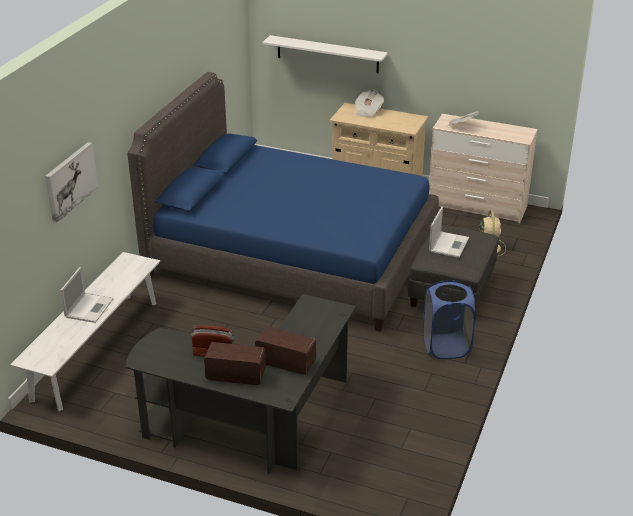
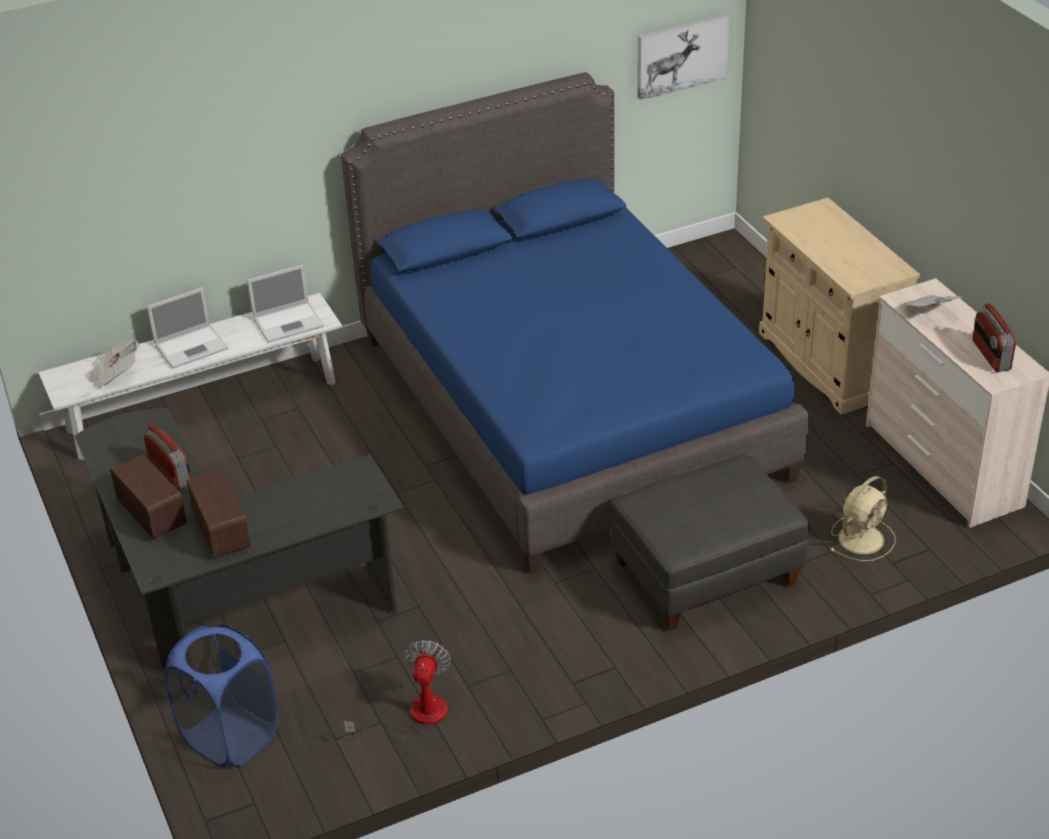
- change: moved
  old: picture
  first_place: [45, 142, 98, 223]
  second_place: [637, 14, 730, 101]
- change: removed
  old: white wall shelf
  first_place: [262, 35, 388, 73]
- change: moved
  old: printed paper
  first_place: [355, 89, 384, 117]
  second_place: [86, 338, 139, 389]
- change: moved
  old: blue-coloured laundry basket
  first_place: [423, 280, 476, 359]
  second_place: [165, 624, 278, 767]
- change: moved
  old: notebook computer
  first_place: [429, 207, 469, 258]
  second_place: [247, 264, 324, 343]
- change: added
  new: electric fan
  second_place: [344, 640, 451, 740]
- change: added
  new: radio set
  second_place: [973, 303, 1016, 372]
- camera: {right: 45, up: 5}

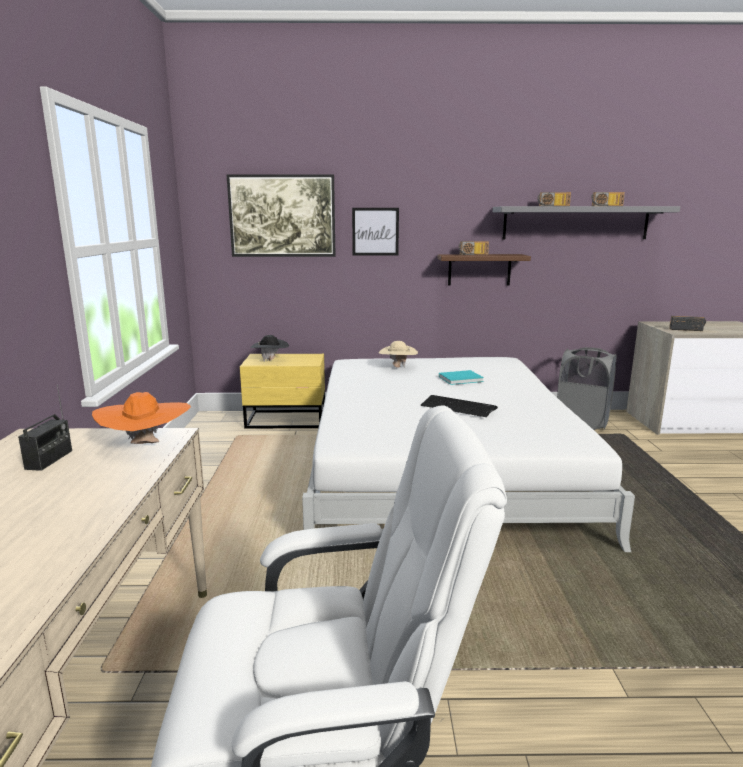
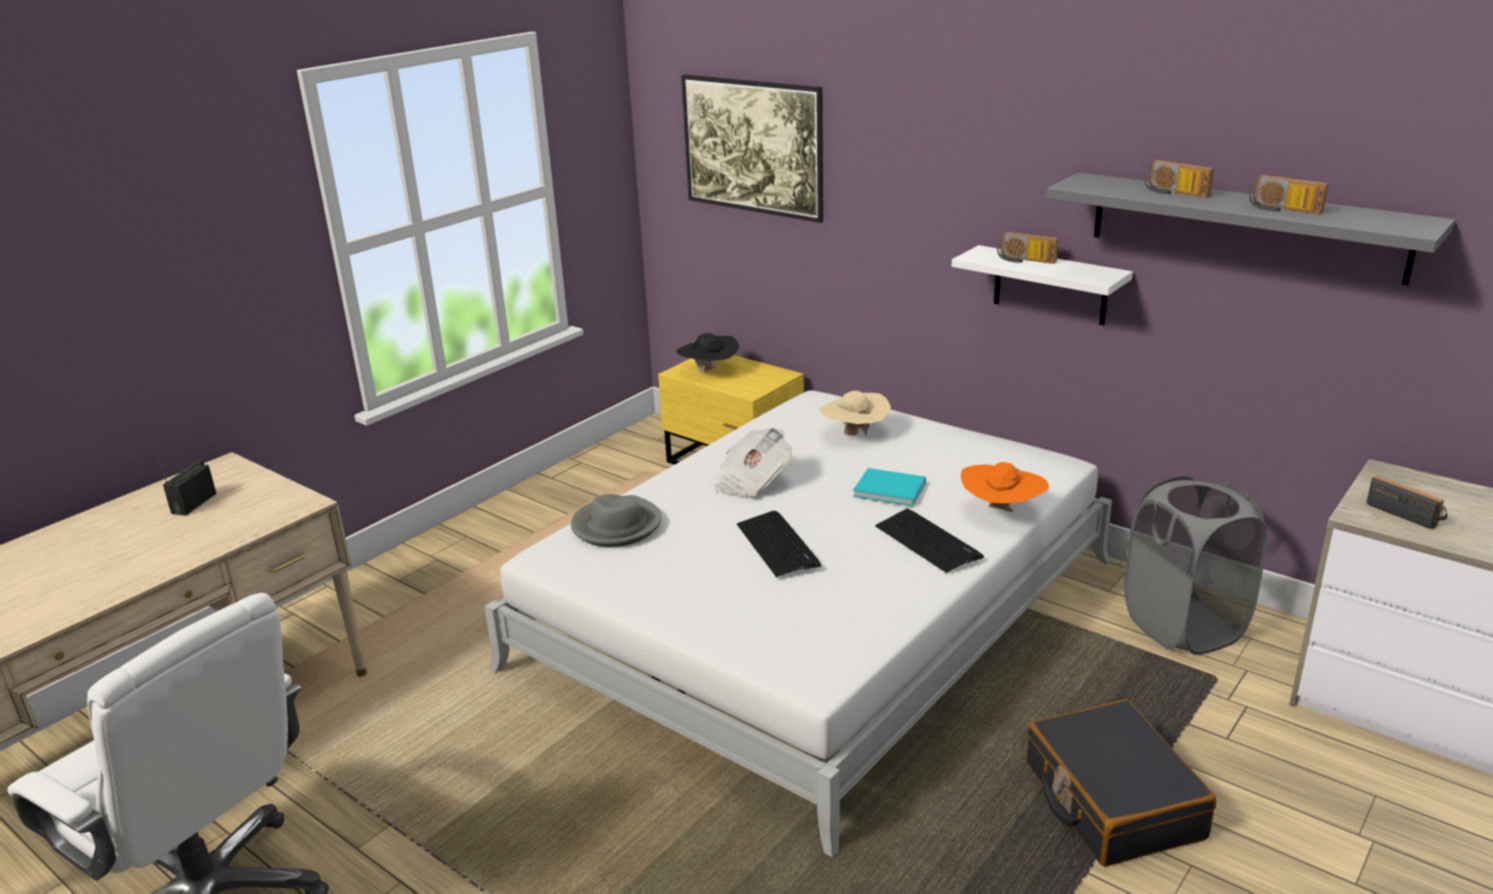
- change: turned
  old: radio set
  first_place: [18, 385, 72, 471]
  second_place: [157, 450, 216, 516]
  degrees: 150
- change: moved
  old: orangey wearable hat
  first_place: [92, 392, 191, 444]
  second_place: [961, 462, 1049, 512]
- change: removed
  old: picture
  first_place: [352, 208, 399, 256]
- change: recoloured
  old: brown wall shelf
  new: white wall shelf
  first_place: [437, 254, 531, 286]
  second_place: [952, 245, 1133, 326]
- change: added
  new: gray wearable hat
  second_place: [571, 494, 662, 547]
- change: added
  new: printed paper
  second_place: [714, 428, 792, 497]
- change: added
  new: keyboard
  second_place: [875, 509, 984, 573]
- change: added
  new: black-coloured travel case
  second_place: [1027, 700, 1216, 866]
- camera: {right: 40, up: 10}

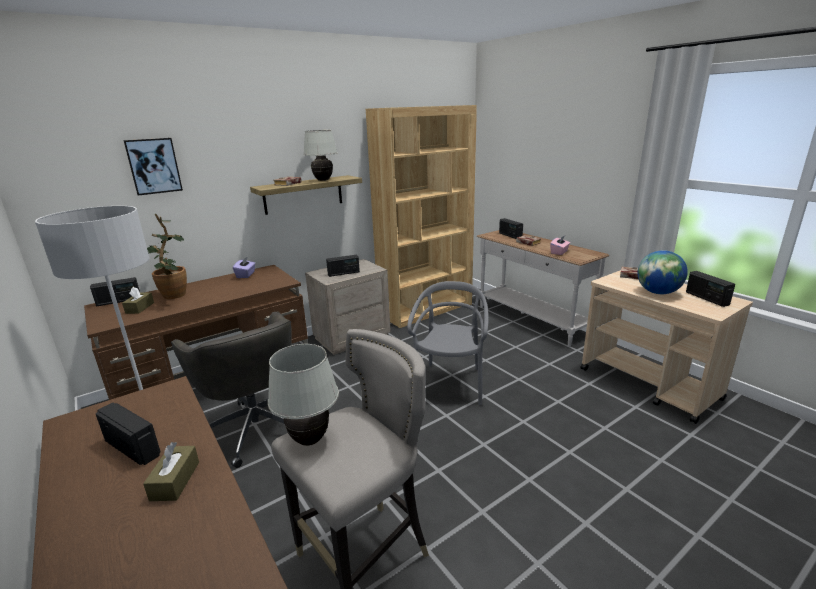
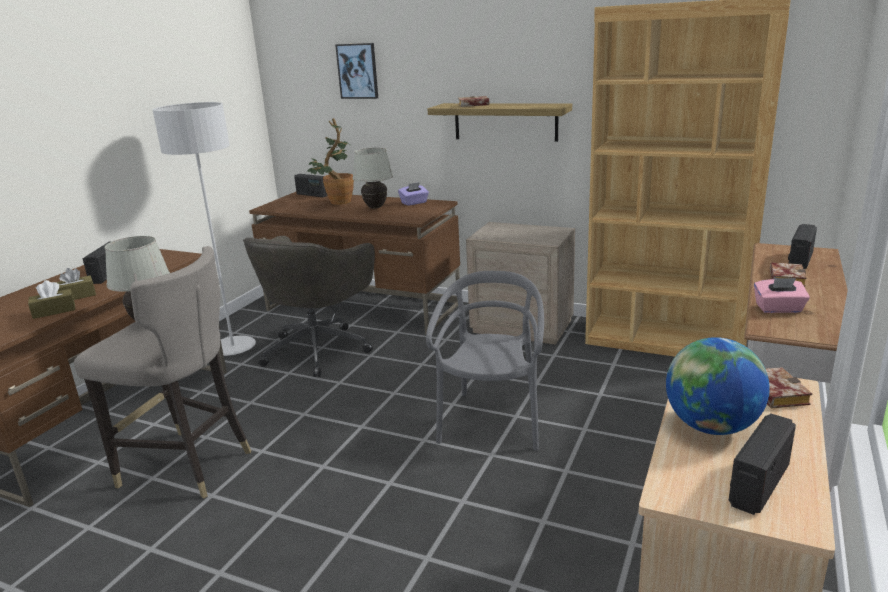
- change: moved
  old: brown tissue holder
  first_place: [122, 287, 154, 314]
  second_place: [28, 280, 75, 319]
- change: moved
  old: white lamp for a table
  first_place: [304, 130, 338, 181]
  second_place: [353, 148, 393, 208]
- change: removed
  old: radio set
  first_place: [326, 255, 360, 277]
- change: turned
  old: gray plain chair
  first_place: [407, 281, 489, 405]
  second_place: [426, 271, 544, 451]
  degrees: -60
- camera: {right: 60, up: 0}

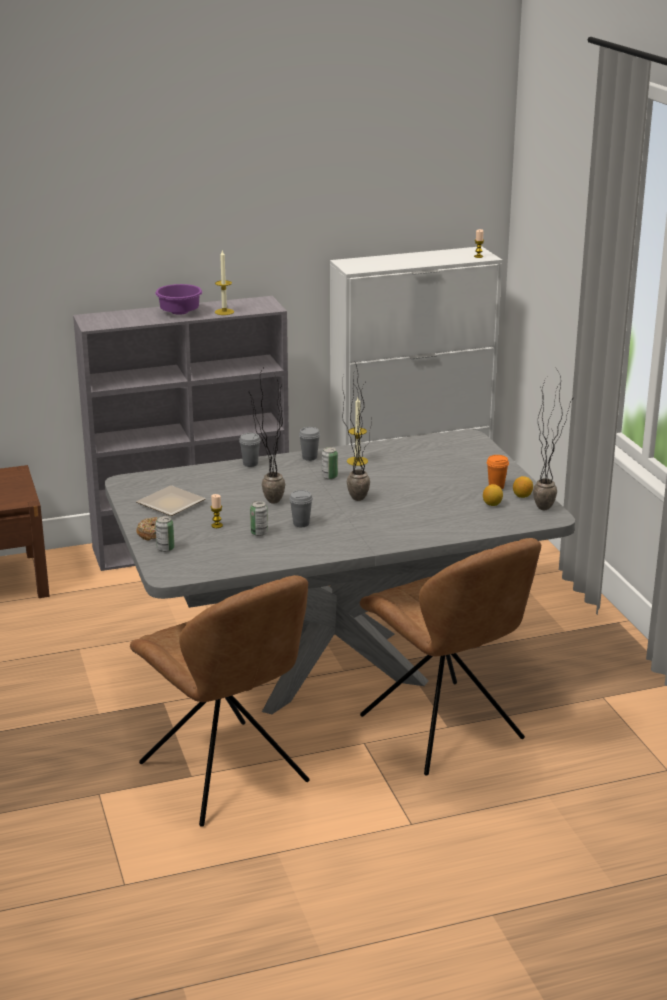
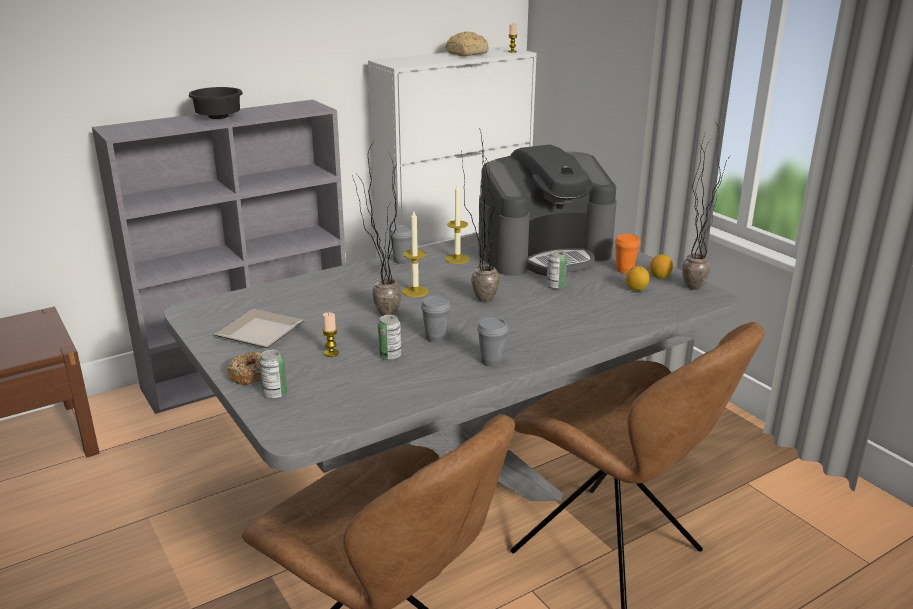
- change: recoloured
  old: purple-coloured bowl
  new: black-coloured bowl
  first_place: [155, 284, 202, 315]
  second_place: [188, 87, 243, 119]
- change: moved
  old: wax light
  first_place: [215, 251, 234, 315]
  second_place: [402, 211, 429, 297]
- change: moved
  old: gray drinking cup
  first_place: [239, 433, 261, 467]
  second_place: [477, 317, 509, 367]
- change: moved
  old: metal can
  first_place: [322, 447, 338, 480]
  second_place: [547, 250, 567, 289]
- change: added
  new: baked bread
  second_place: [445, 31, 489, 56]
- change: added
  new: coffee maker
  second_place: [478, 144, 617, 276]
- camera: {right: -15, up: 0}

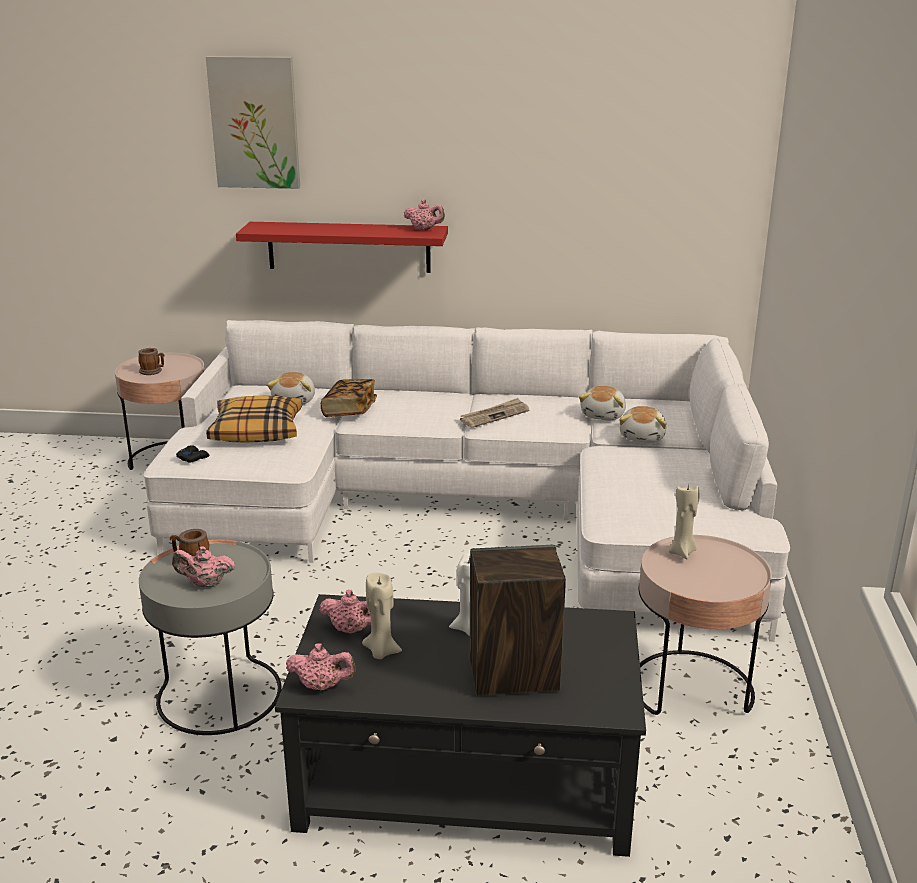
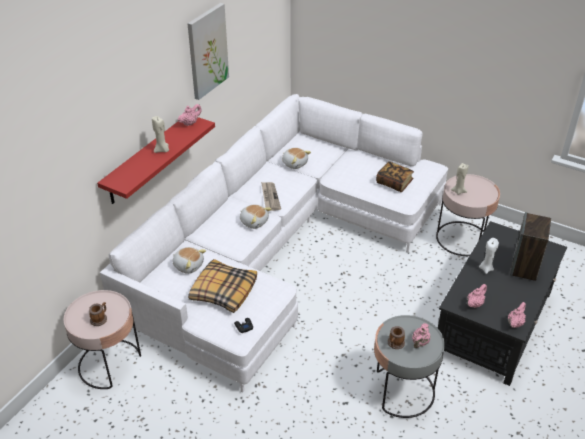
- change: moved
  old: picture
  first_place: [206, 56, 300, 189]
  second_place: [187, 3, 229, 100]
- change: moved
  old: volume
  first_place: [321, 379, 377, 417]
  second_place: [376, 161, 414, 192]
- change: moved
  old: sand-coloured wax light
  first_place: [362, 573, 402, 659]
  second_place: [152, 116, 169, 153]
- change: moved
  old: cuddly toy
  first_place: [619, 406, 666, 442]
  second_place: [240, 204, 272, 229]
- camera: {right: -65, up: 15}

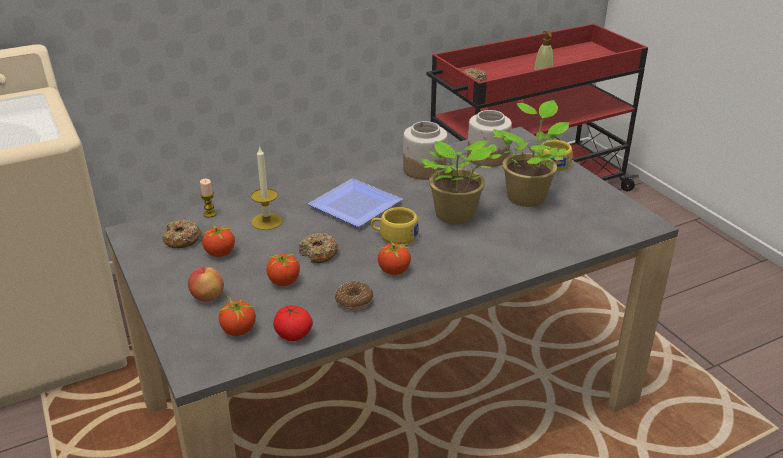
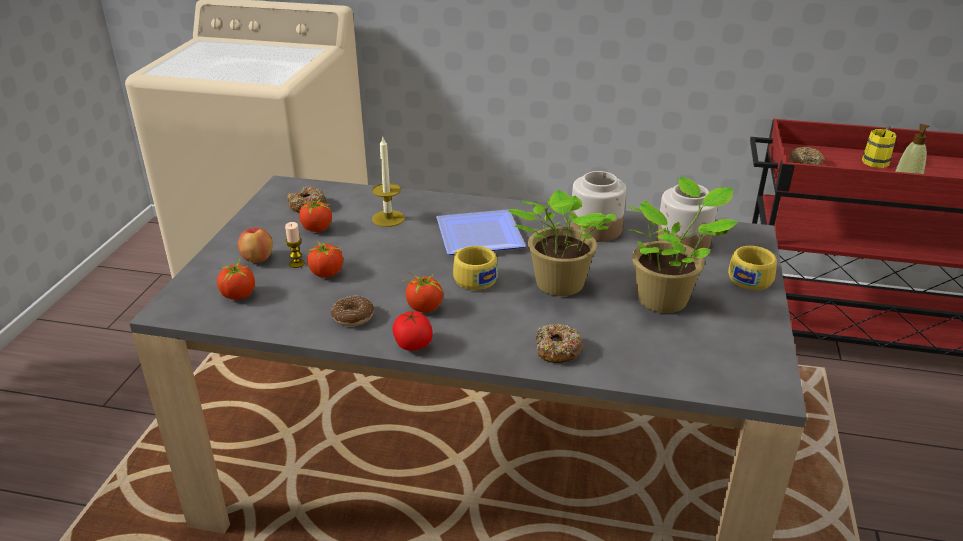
- change: moved
  old: wax light
  first_place: [200, 179, 216, 218]
  second_place: [285, 222, 304, 268]
- change: moved
  old: whole tomato
  first_place: [273, 305, 313, 341]
  second_place: [393, 310, 433, 351]
- change: moved
  old: ring doughnut
  first_place: [299, 233, 338, 263]
  second_place: [536, 324, 583, 363]
- change: added
  new: yellowish mug
  second_place: [862, 126, 896, 168]
- camera: {right: 40, up: 0}

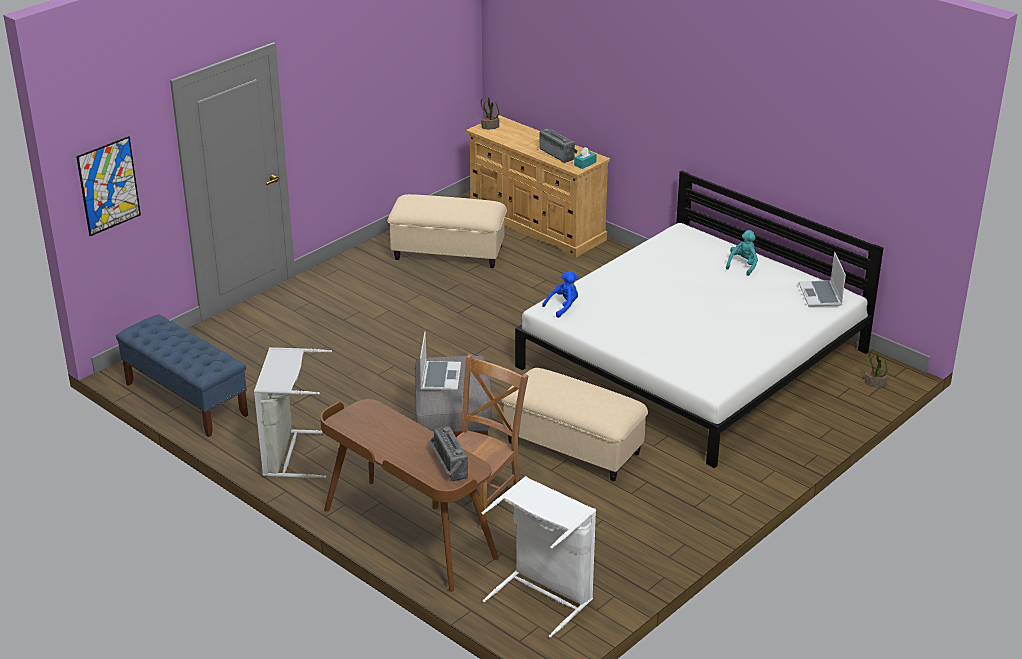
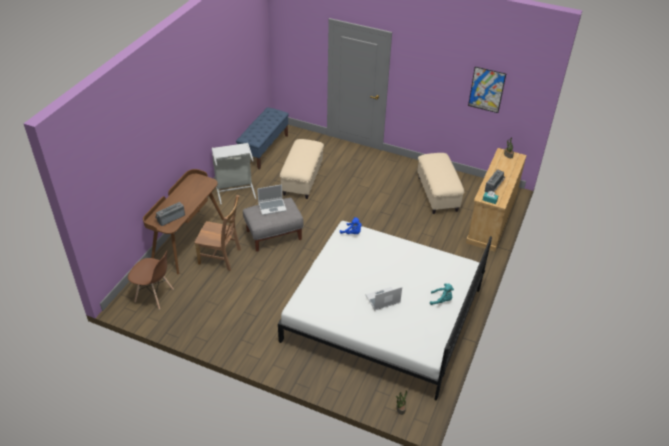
- change: moved
  old: picture
  first_place: [76, 136, 141, 236]
  second_place: [468, 67, 506, 113]
- change: replaced
  old: white laundry basket
  new: brown plain chair
  first_place: [482, 476, 596, 638]
  second_place: [128, 250, 174, 310]
- change: moved
  old: sand-coloured pouffe
  first_place: [502, 368, 648, 481]
  second_place: [280, 139, 324, 199]
- change: moved
  old: notebook computer
  first_place: [799, 252, 846, 307]
  second_place: [366, 287, 402, 310]
- camera: {right: 70, up: 10}

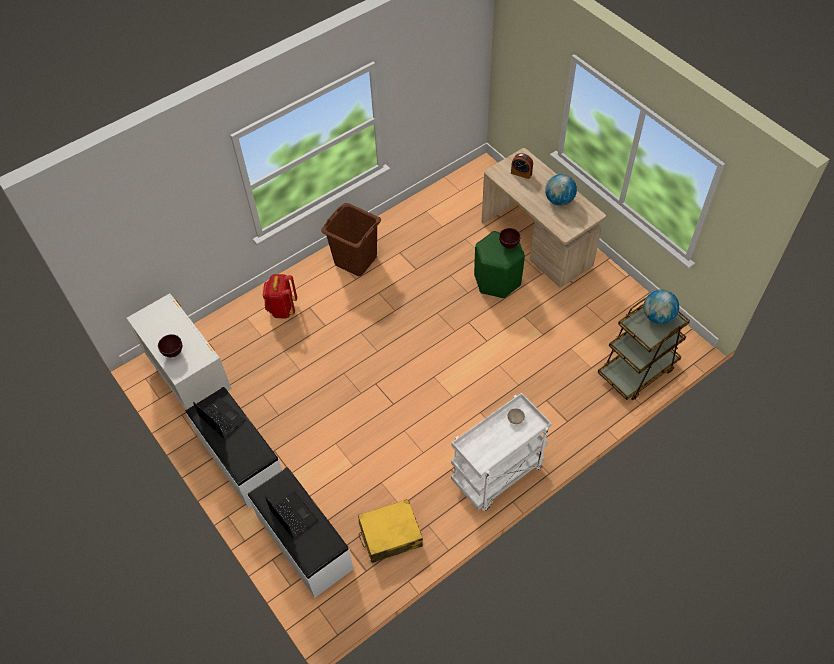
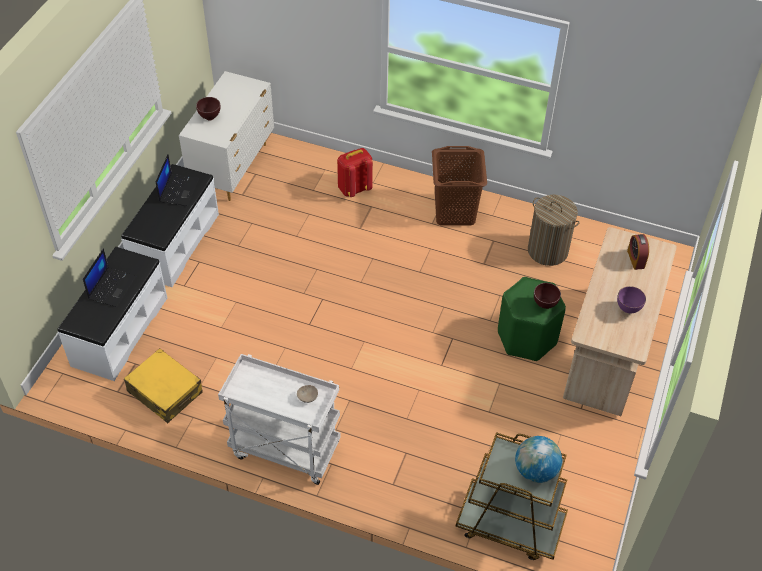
- change: replaced
  old: desk globe
  new: purple-coloured bowl
  first_place: [545, 174, 577, 206]
  second_place: [617, 286, 646, 313]
- change: added
  new: laundry basket
  second_place: [528, 194, 580, 266]
- camera: {right: 55, up: -5}

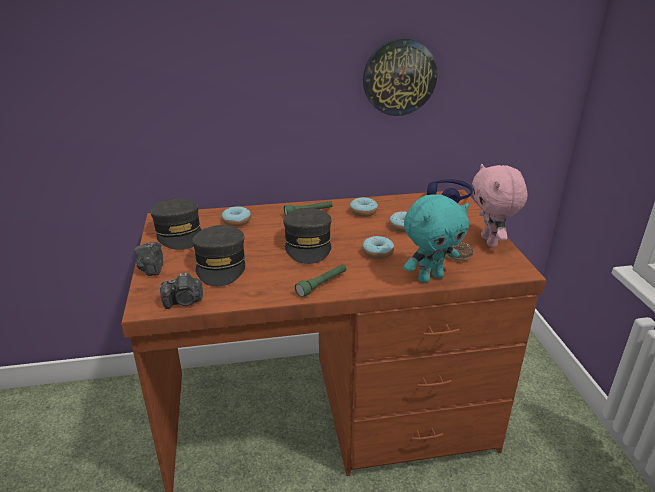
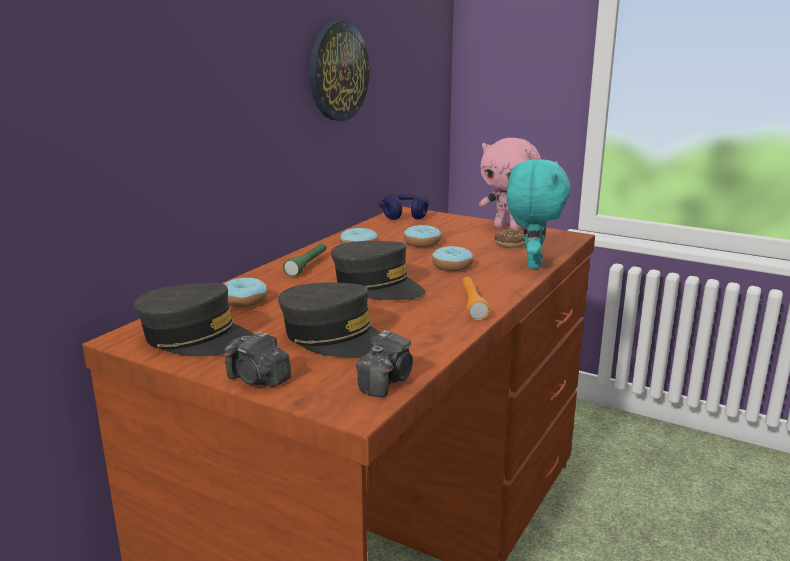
- change: recoloured
  old: green-coloured hand torch
  new: orangey hand torch
  first_place: [295, 264, 346, 297]
  second_place: [462, 276, 489, 320]
- camera: {right: -50, up: -10}

